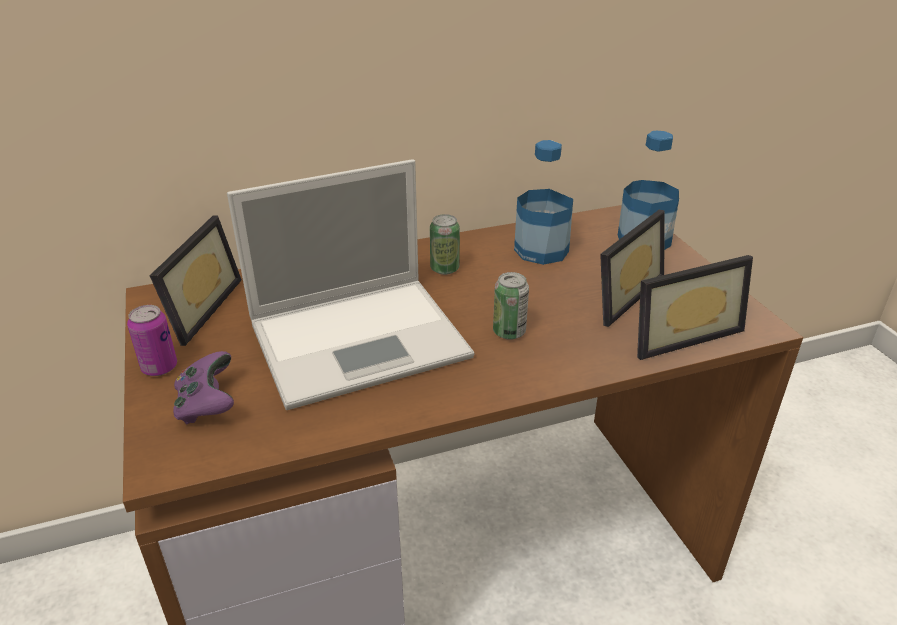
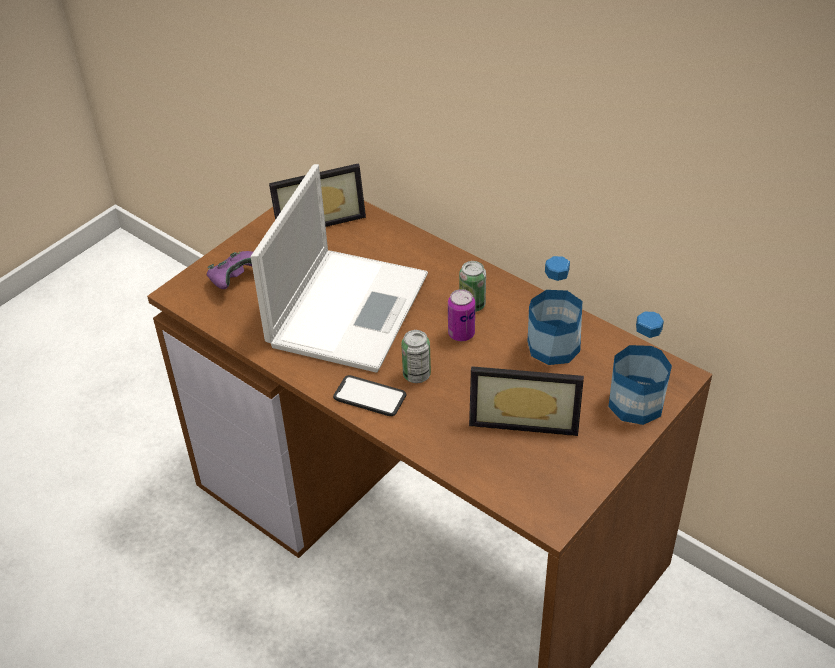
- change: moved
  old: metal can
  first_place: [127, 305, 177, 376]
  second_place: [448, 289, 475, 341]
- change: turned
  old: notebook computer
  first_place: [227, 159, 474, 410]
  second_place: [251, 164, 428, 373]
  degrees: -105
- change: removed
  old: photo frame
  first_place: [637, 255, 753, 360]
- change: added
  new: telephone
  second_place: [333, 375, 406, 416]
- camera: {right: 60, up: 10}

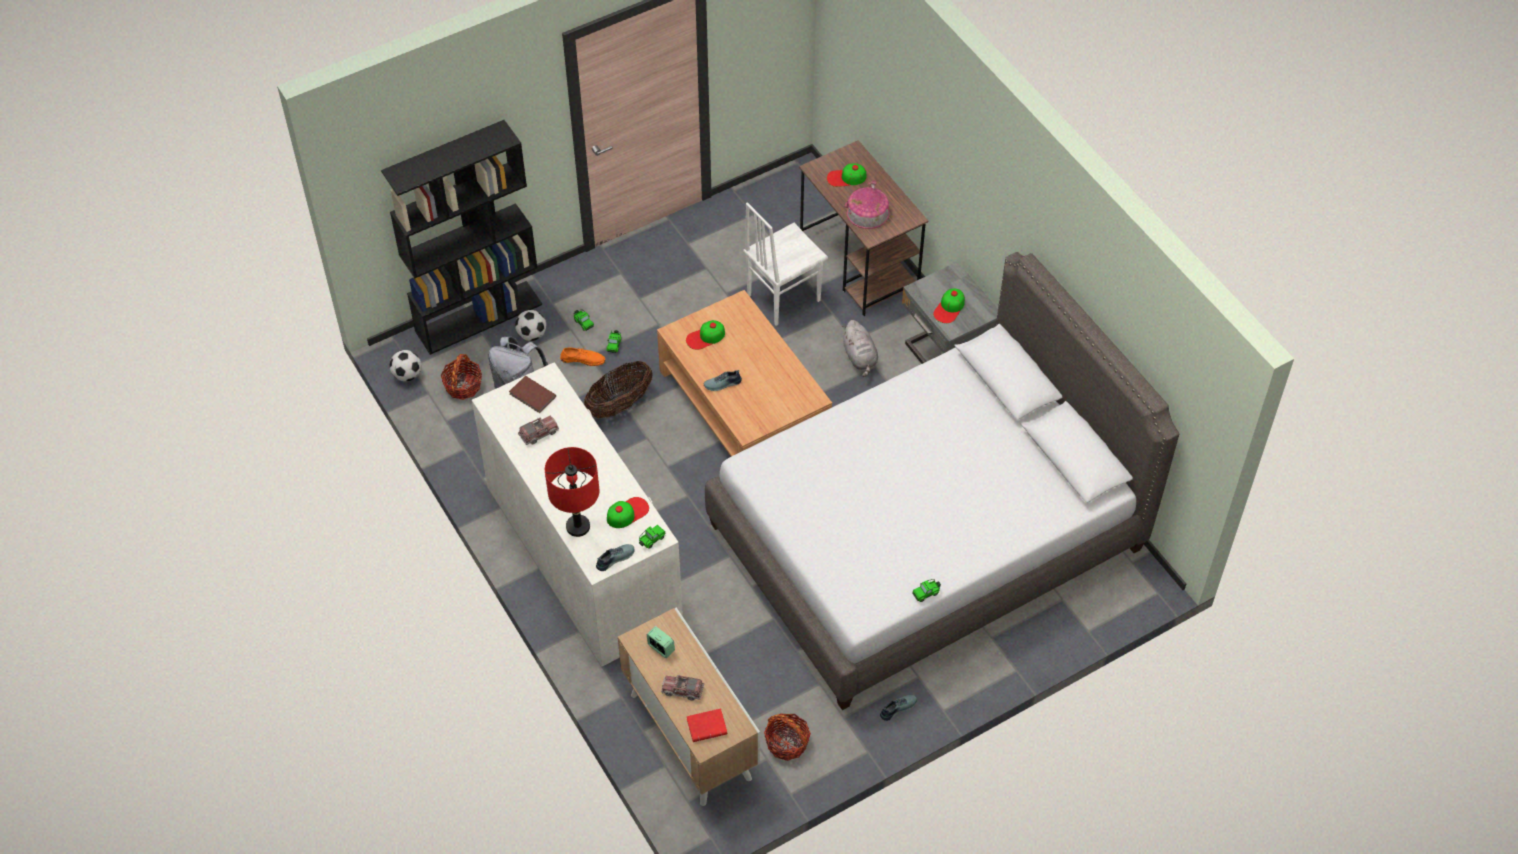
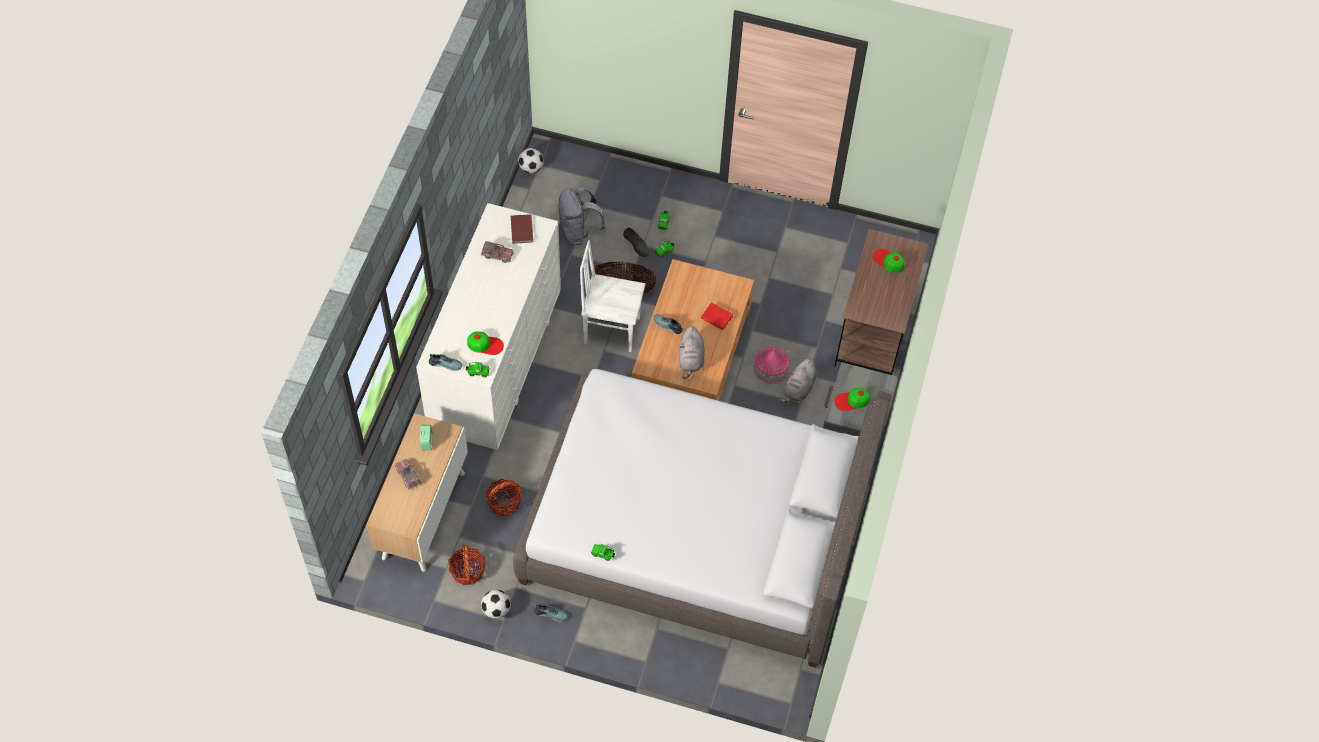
- change: removed
  old: black-coloured shelving unit
  first_place: [381, 120, 542, 355]
- change: moved
  old: basket
  first_place: [441, 354, 482, 400]
  second_place: [486, 479, 522, 516]
- change: moved
  old: ball for football
  first_place: [515, 310, 546, 341]
  second_place: [481, 590, 511, 619]
- change: removed
  old: reddish lamp for a table
  first_place: [545, 447, 599, 537]
- change: recoloured
  old: orangey item of footwear
  new: gray item of footwear
  first_place: [560, 347, 605, 366]
  second_place: [623, 227, 649, 257]
- change: removed
  old: cap
  first_place: [686, 320, 725, 350]
- change: moved
  old: reddish volume
  first_place: [687, 708, 727, 742]
  second_place: [701, 302, 733, 330]
- change: moved
  old: white plain chair
  first_place: [743, 202, 828, 326]
  second_place: [580, 240, 645, 352]
- change: moved
  old: model house
  first_place: [844, 180, 890, 229]
  second_place: [753, 347, 790, 384]
- change: added
  new: gray cuddly toy
  second_place: [679, 326, 705, 379]
- camera: {right: 45, up: 5}

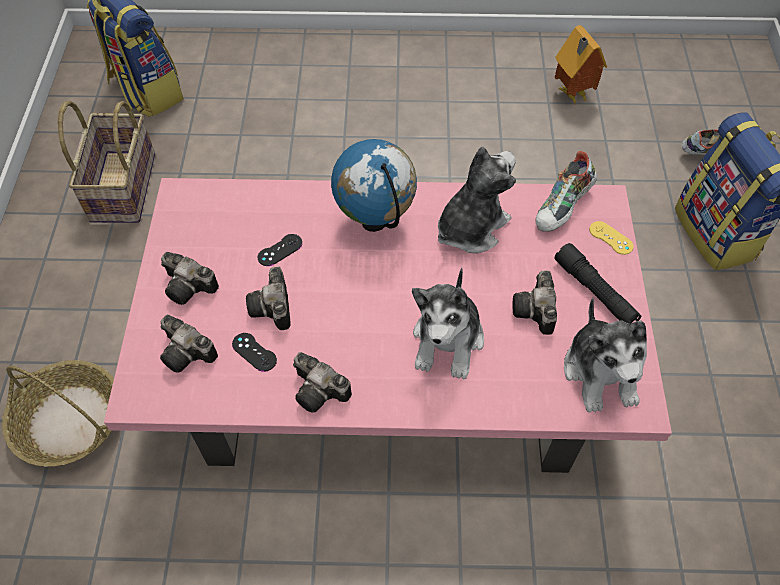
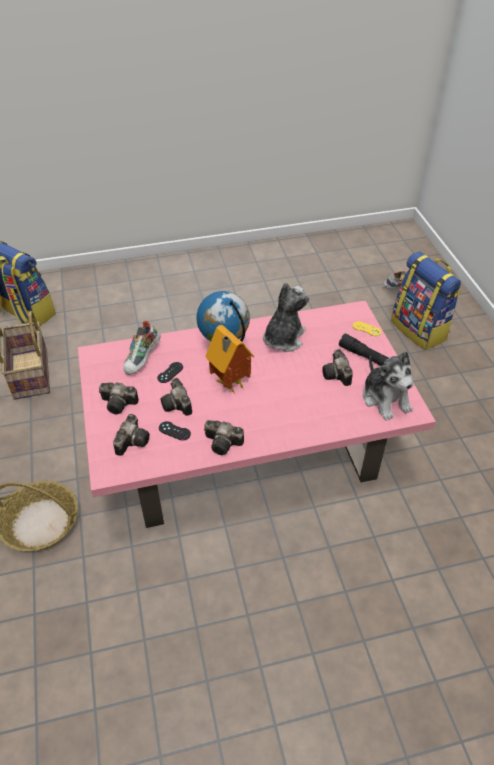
- change: turned
  old: still camera
  first_place: [160, 315, 218, 373]
  second_place: [113, 414, 150, 456]
  degrees: -90
- change: removed
  old: cuddly toy
  first_place: [412, 268, 484, 380]
- change: moved
  old: item of footwear
  first_place: [535, 151, 597, 232]
  second_place: [123, 321, 161, 375]
- change: moved
  old: model house
  first_place: [555, 25, 607, 105]
  second_place: [206, 325, 254, 394]
- camera: {right: -15, up: -10}

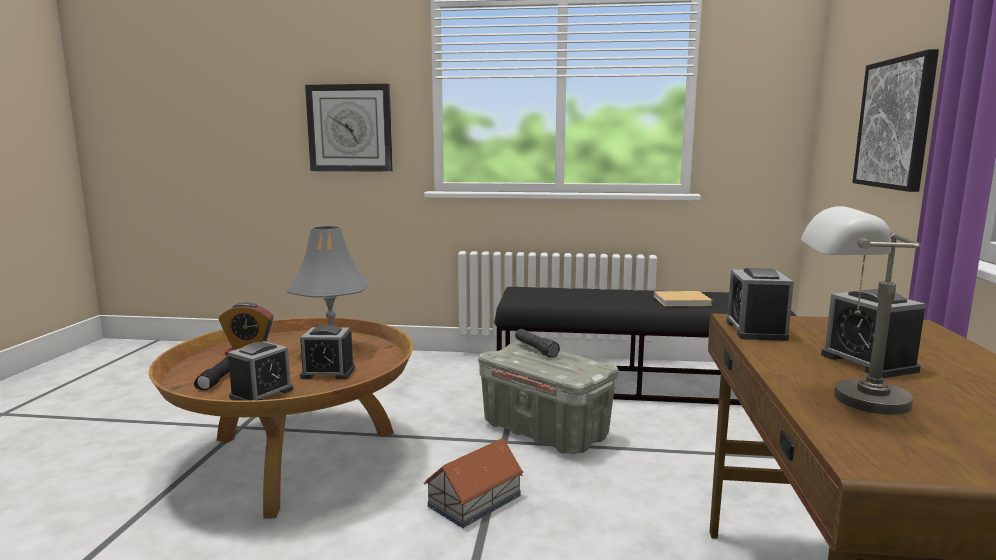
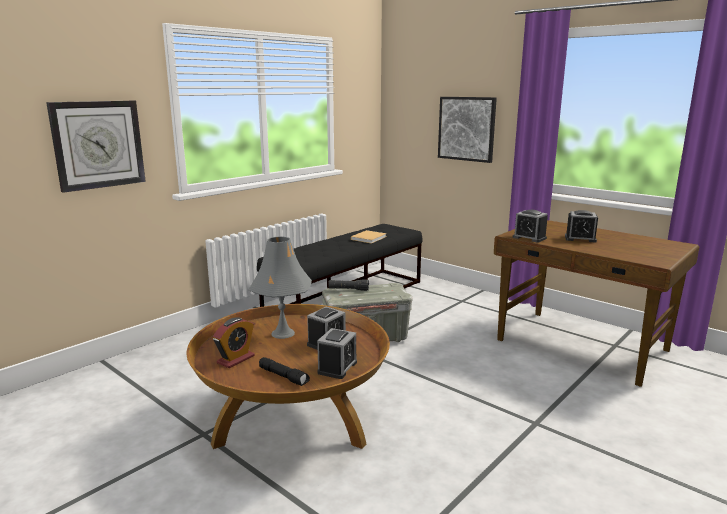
- change: turned
  old: table clock
  first_place: [228, 341, 294, 401]
  second_place: [317, 328, 357, 379]
  degrees: 45
- change: removed
  old: model house
  first_place: [424, 438, 524, 528]
- change: removed
  old: gray lamp for a table
  first_place: [801, 206, 920, 415]
- camera: {right: -55, up: 5}

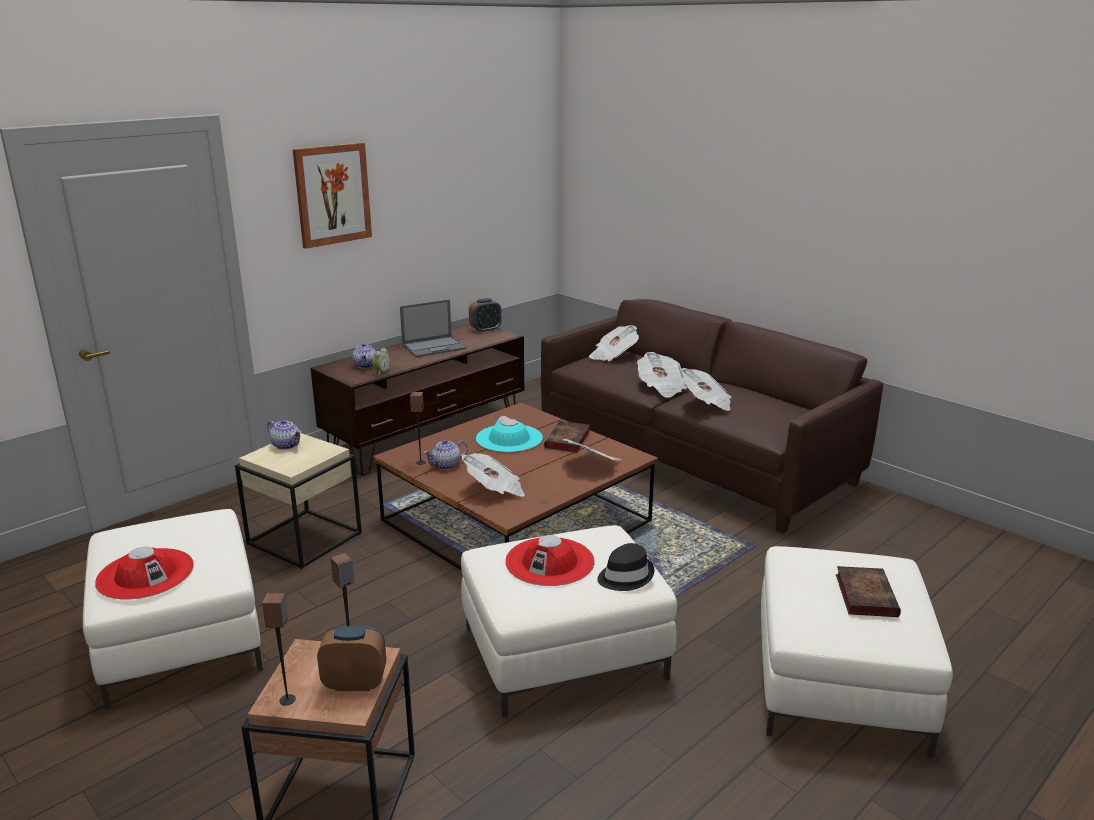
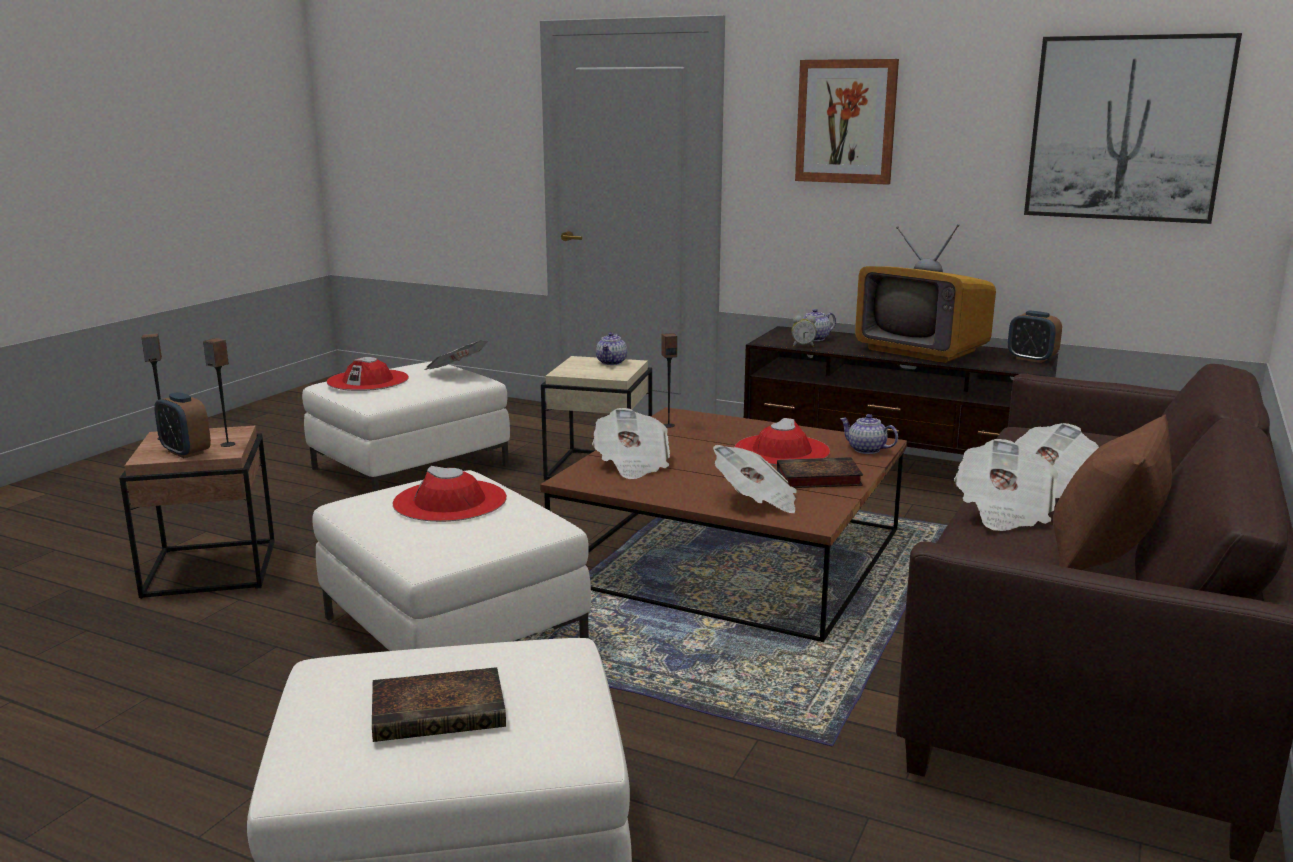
- change: turned
  old: table clock
  first_place: [317, 626, 386, 691]
  second_place: [154, 392, 211, 458]
  degrees: 150
- change: replaced
  old: notebook computer
  new: TV
  first_place: [400, 299, 466, 357]
  second_place: [855, 224, 996, 363]
- change: moved
  old: tea pot
  first_place: [424, 440, 467, 470]
  second_place: [840, 414, 898, 454]
- change: recoloured
  old: blue-green wearable hat
  new: reddish wearable hat
  first_place: [476, 416, 543, 452]
  second_place: [735, 418, 830, 465]
- change: moved
  old: printed paper
  first_place: [589, 325, 639, 361]
  second_place: [424, 340, 488, 370]
- change: removed
  old: black-coloured wearable hat
  first_place: [597, 543, 654, 591]
- change: added
  new: picture
  second_place: [1024, 33, 1242, 224]
- change: added
  new: brown throw pillow
  second_place: [1053, 414, 1172, 570]
- camera: {right: 70, up: -5}

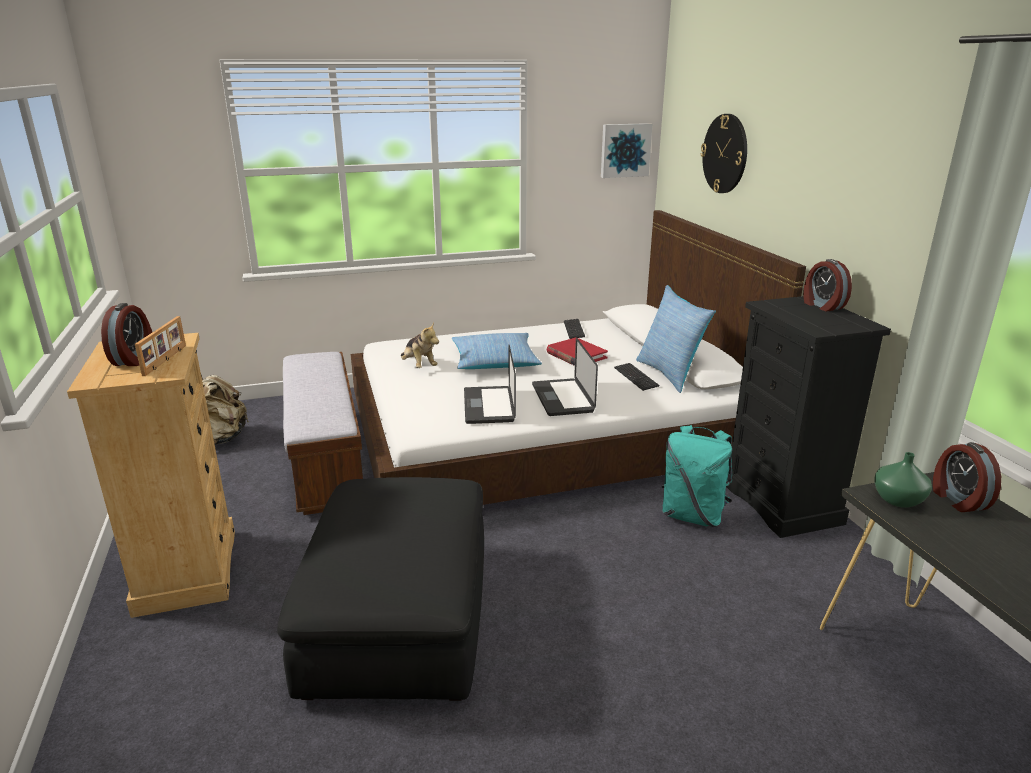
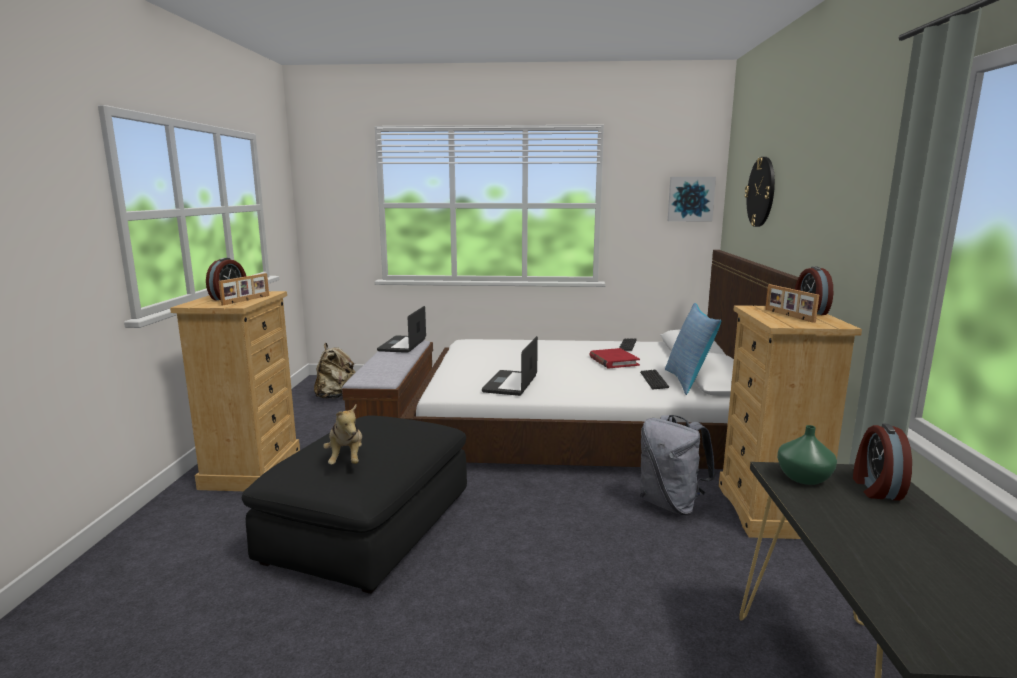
- change: moved
  old: cuddly toy
  first_place: [401, 323, 439, 368]
  second_place: [323, 405, 362, 464]
- change: removed
  old: throw pillow
  first_place: [452, 333, 542, 369]
- change: moved
  old: notebook computer
  first_place: [532, 338, 598, 416]
  second_place: [377, 306, 426, 353]
- change: recoloured
  old: blue-green knapsack
  new: gray knapsack
  first_place: [662, 425, 732, 527]
  second_place: [639, 415, 715, 515]
- change: recoloured
  old: black-coloured chest of drawers
  new: sand-coloured chest of drawers
  first_place: [726, 296, 891, 538]
  second_place: [718, 305, 862, 539]
- change: added
  new: photo frame
  second_place: [765, 284, 819, 323]
- camera: {right: 20, up: -10}

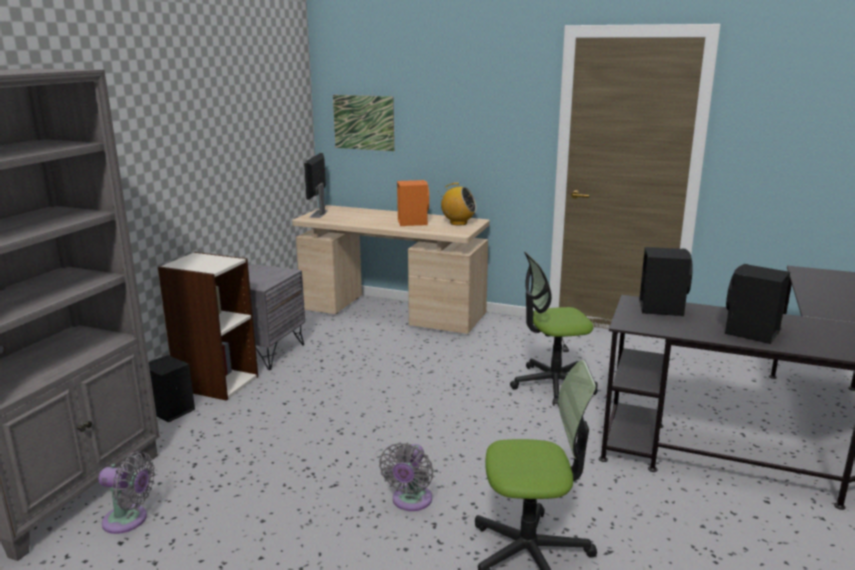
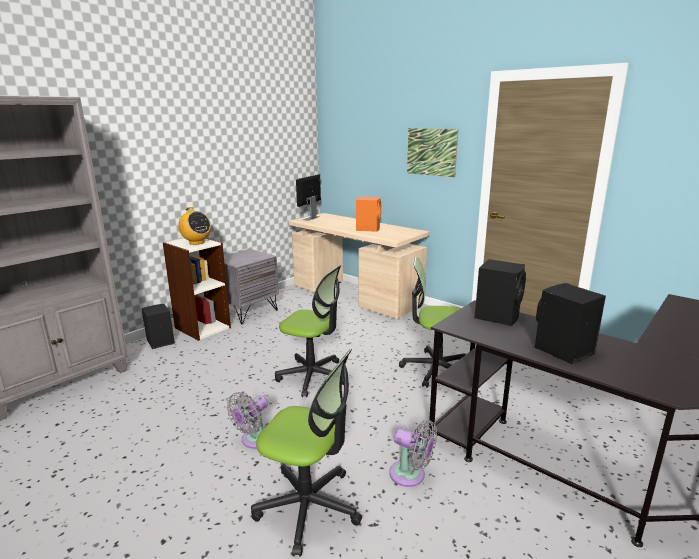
- change: moved
  old: gray electric fan
  first_place: [98, 451, 155, 534]
  second_place: [389, 420, 437, 487]
- change: moved
  old: picture
  first_place: [333, 95, 394, 151]
  second_place: [407, 128, 458, 177]
- change: moved
  old: radio set
  first_place: [438, 183, 477, 226]
  second_place: [176, 207, 211, 245]
- change: added
  new: computer chair
  second_place: [275, 265, 344, 397]
- camera: {right: 20, up: 0}

